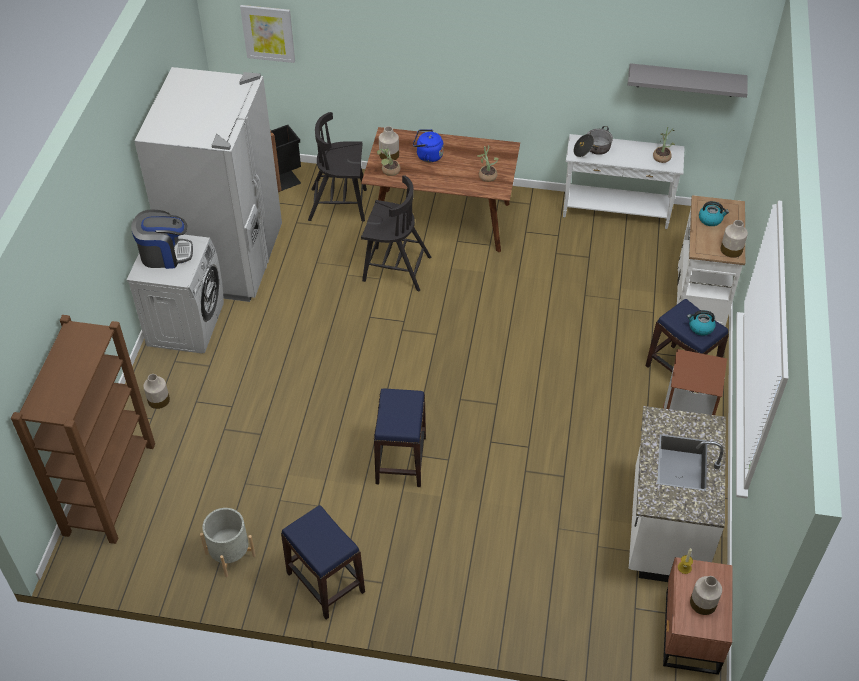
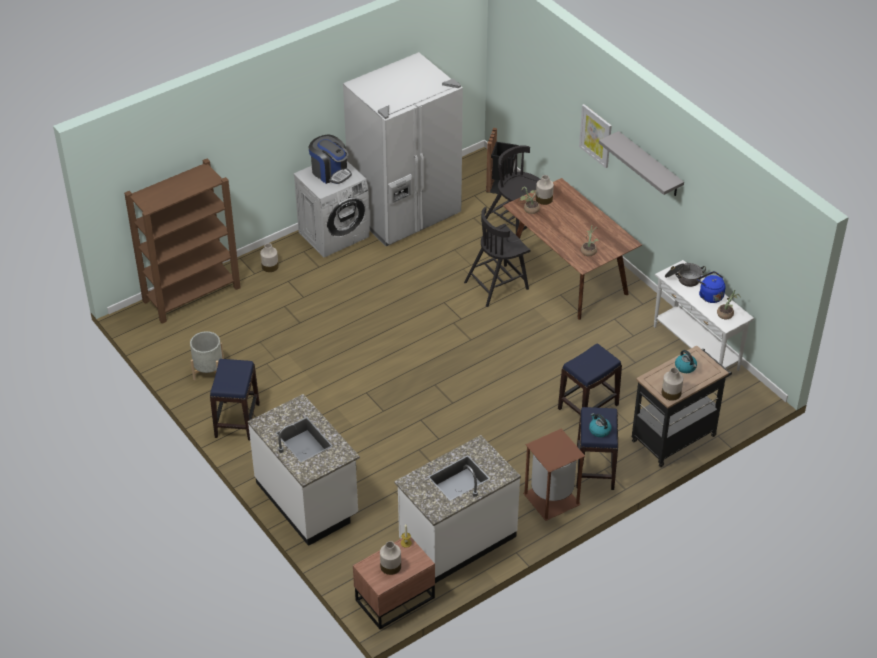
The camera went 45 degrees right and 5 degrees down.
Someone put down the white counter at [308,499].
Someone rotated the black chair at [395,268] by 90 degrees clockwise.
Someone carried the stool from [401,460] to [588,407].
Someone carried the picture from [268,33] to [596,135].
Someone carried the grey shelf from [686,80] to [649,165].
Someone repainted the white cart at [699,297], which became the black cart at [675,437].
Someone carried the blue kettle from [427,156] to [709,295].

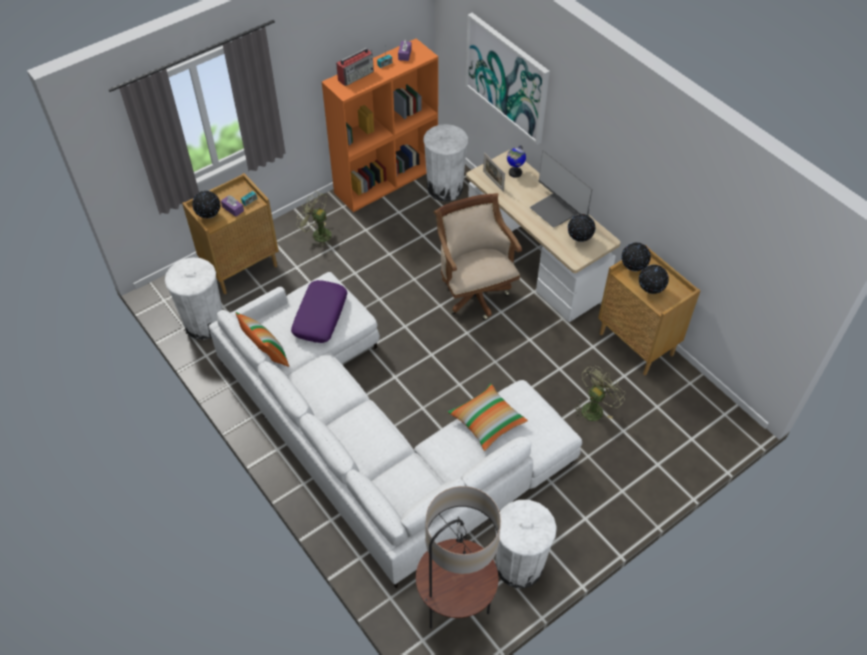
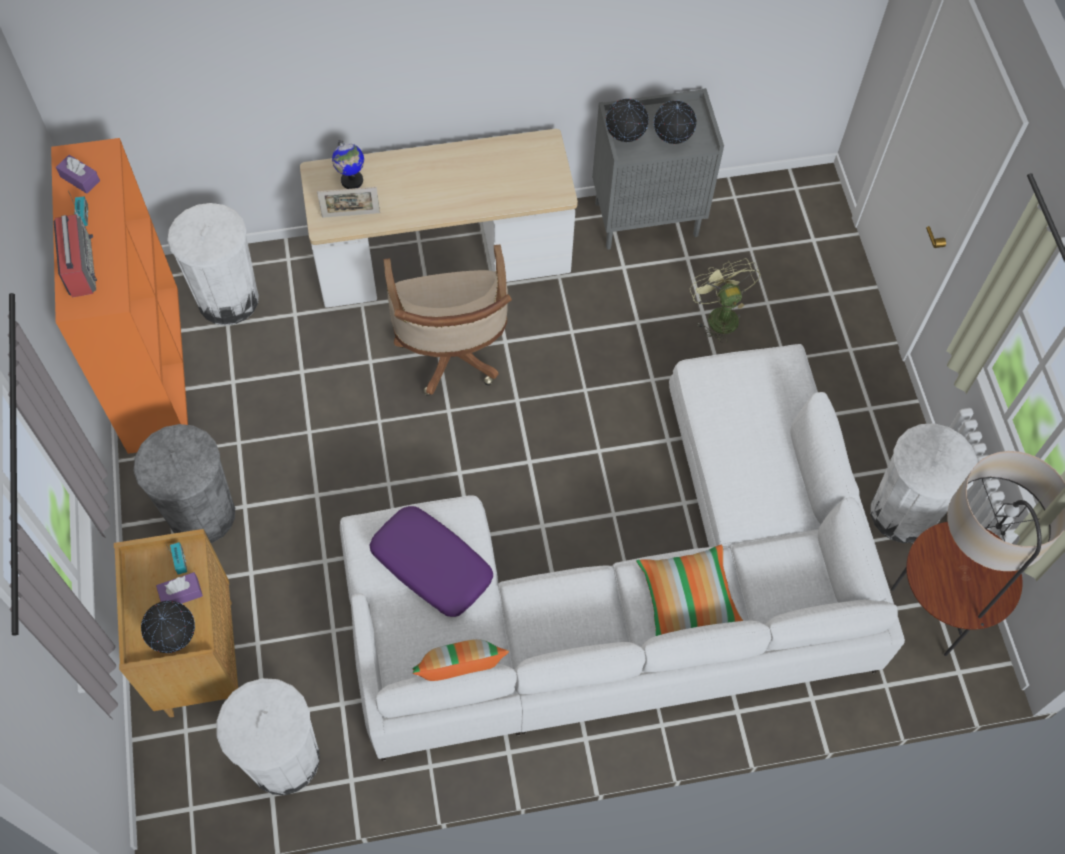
The camera went 65 degrees left and 10 degrees up.
Someone swapped the green fan at [317,234] for the grey trash can at [202,514].
Someone rotated the office chair at [473,293] by 105 degrees counterclockwise.
Someone repainted the brown cabinet at [636,344], which became the grey cabinet at [647,219].
Someone carried the pillow from [487,422] to [687,599].
Someone took away the picture at [507,77].
Someone took away the monitor at [555,210].
Someone took away the globe at [579,239].

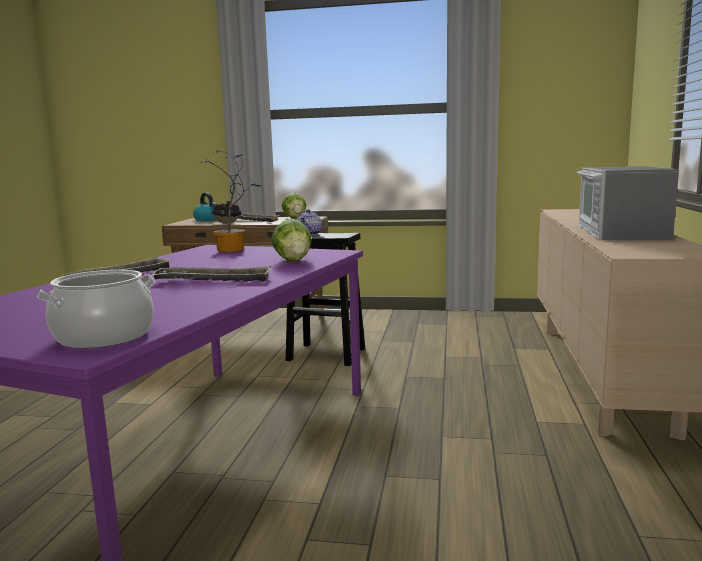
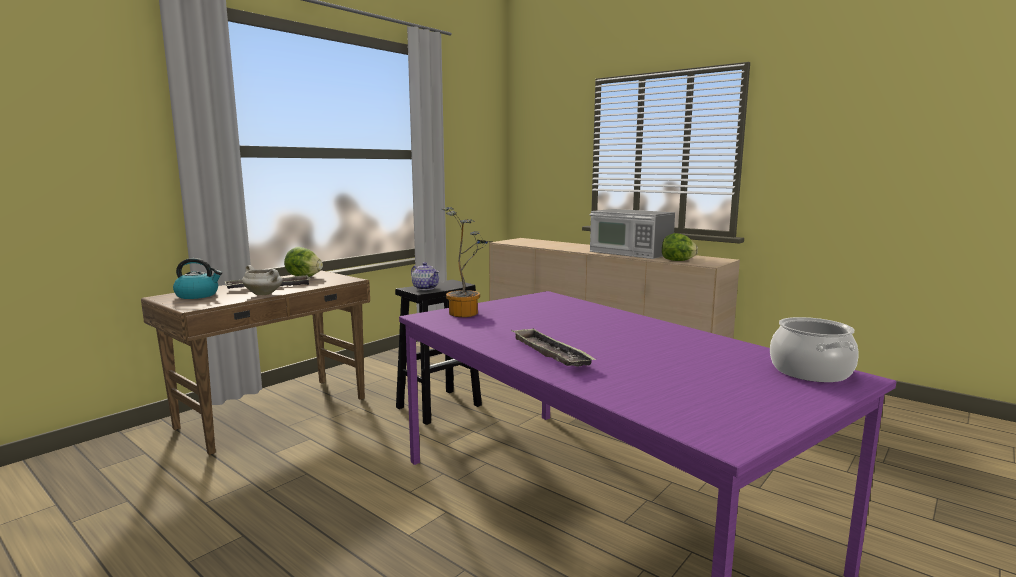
The camera went 60 degrees left and 0 degrees up.
Someone repainted the black cooking pot at [227,223], which became the white cooking pot at [264,294].
Someone carried the lettuce from [293,260] to [678,261].
Someone took away the tray at [213,280].

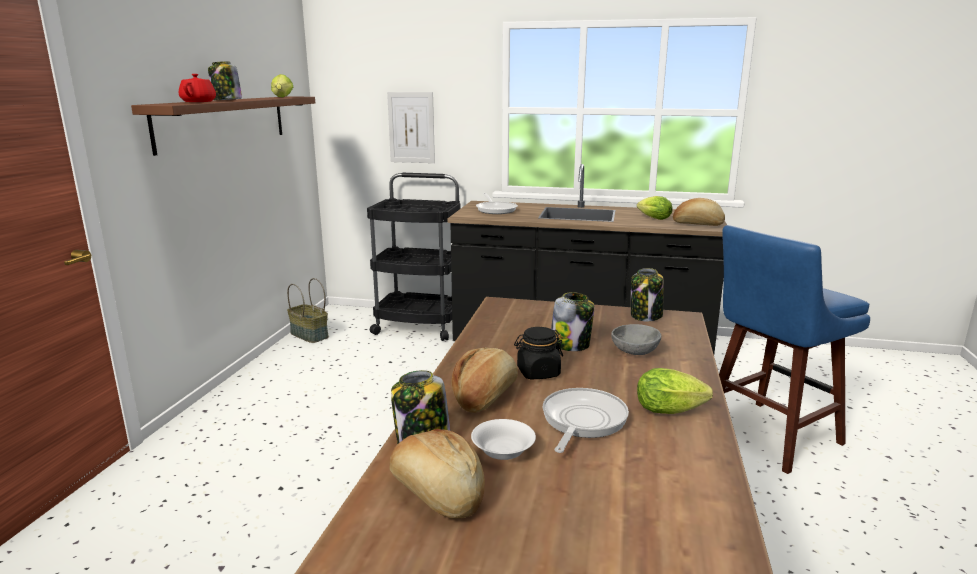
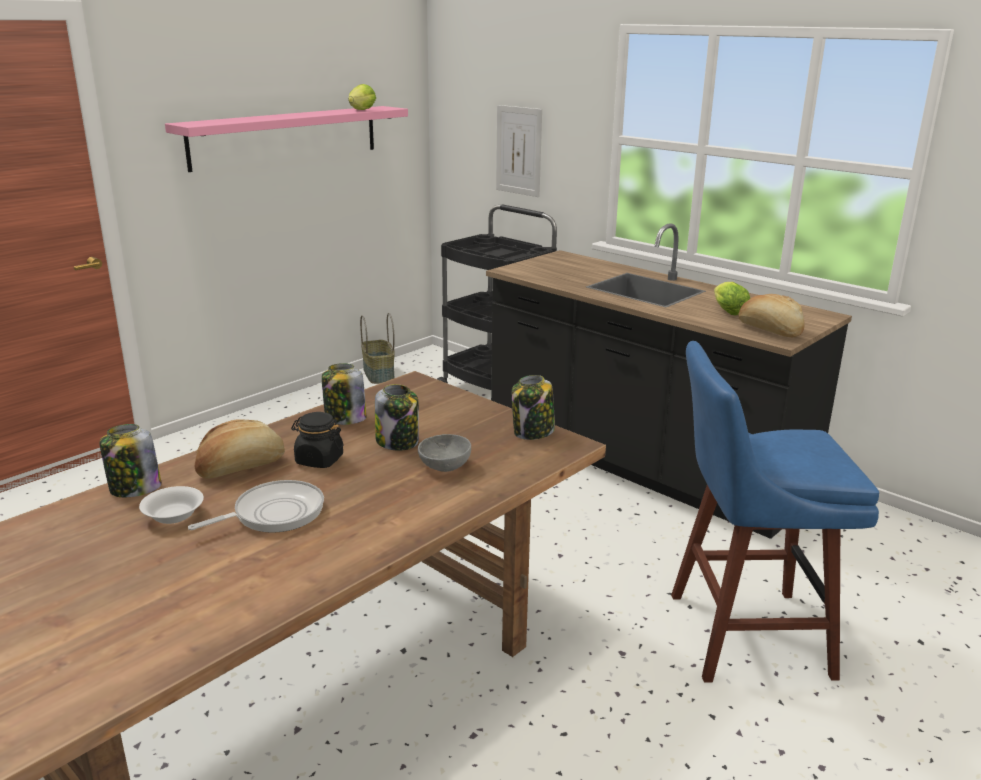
The camera went 30 degrees right and 5 degrees up.
Someone repainted the brown shelf at [224,122], which became the pink shelf at [286,137].
Someone carried the jar from [227,100] to [344,419].
Someone took away the red teapot at [199,102].
Someone took away the bread at [436,493].
Someone took away the frying pan at [495,209].
Someone took away the lettuce at [673,411].

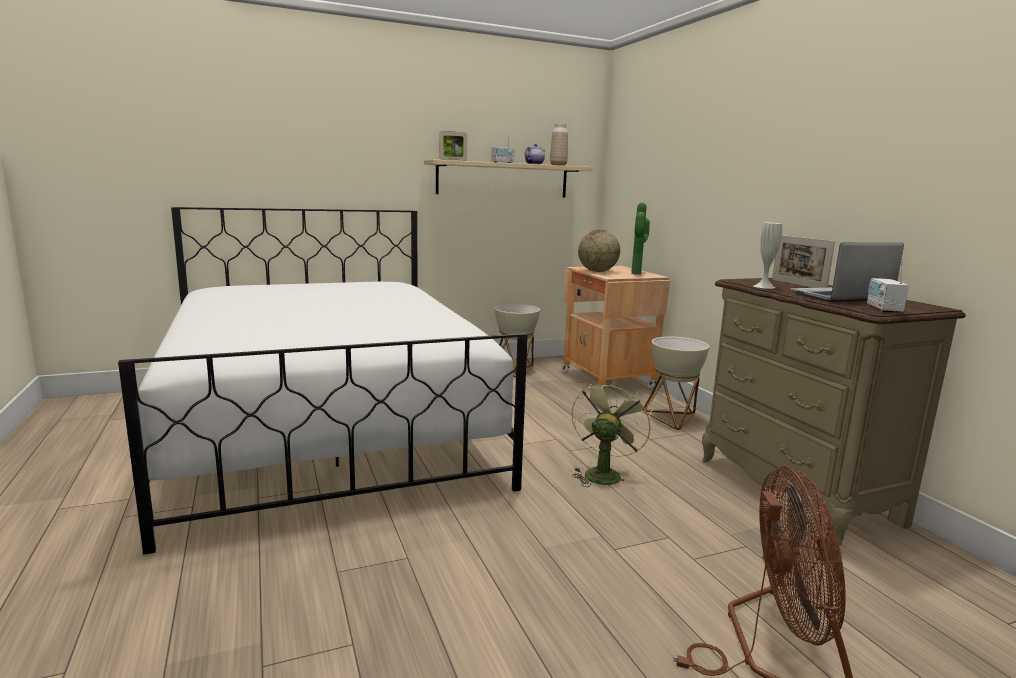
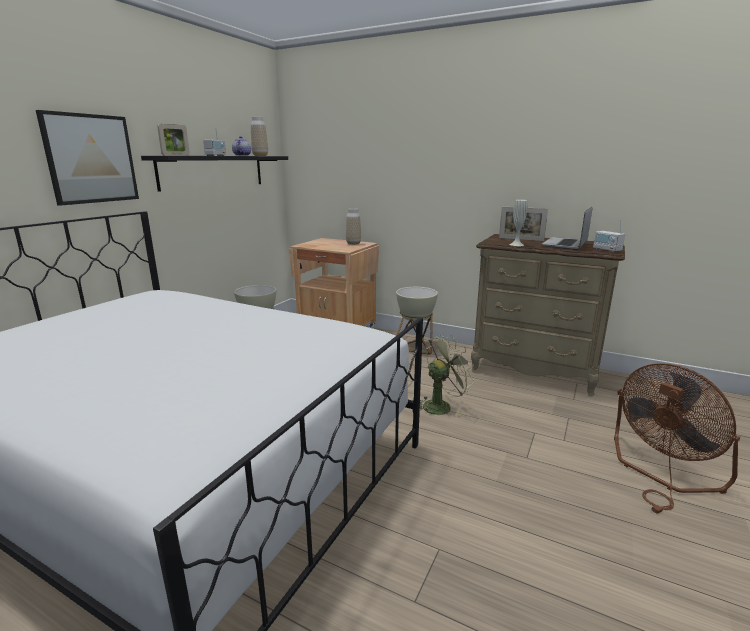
The camera went 40 degrees left and 5 degrees up.
Someone put up the picture at [91,159].
Someone repainted the beige shelf at [503,180], which became the black shelf at [213,171].
Someone swapped the potted plant at [638,274] for the vase at [353,243].
Someone rotated the green fan at [603,473] by 75 degrees clockwise.
Someone took away the globe at [597,271].

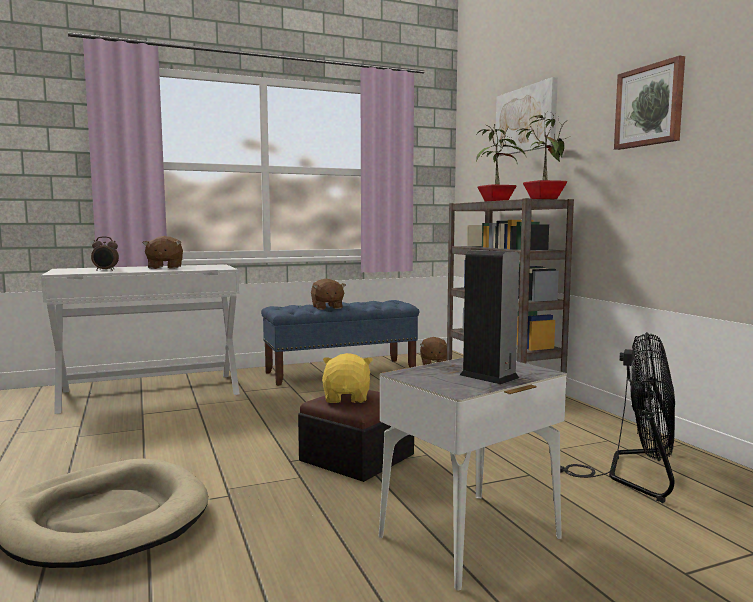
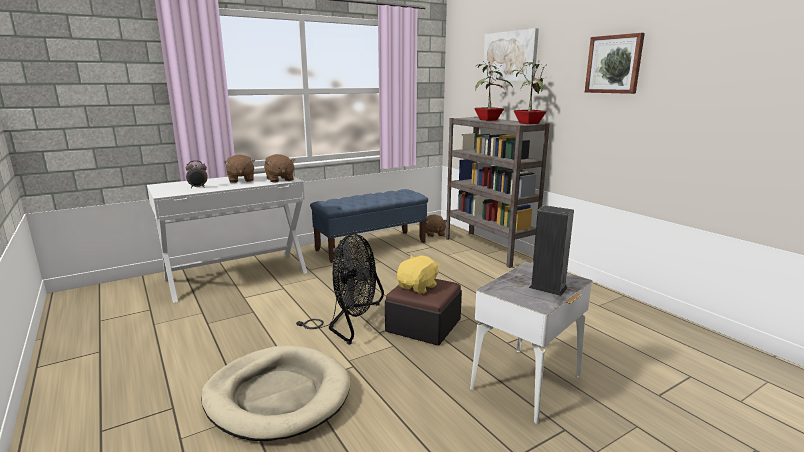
The camera went 10 degrees left and 10 degrees up.
Someone carried the brown plush toy from [327,307] to [279,179].
Someone carried the black fan from [633,472] to [348,322].
Someone rotated the yellow plush toy at [347,398] by 45 degrees clockwise.

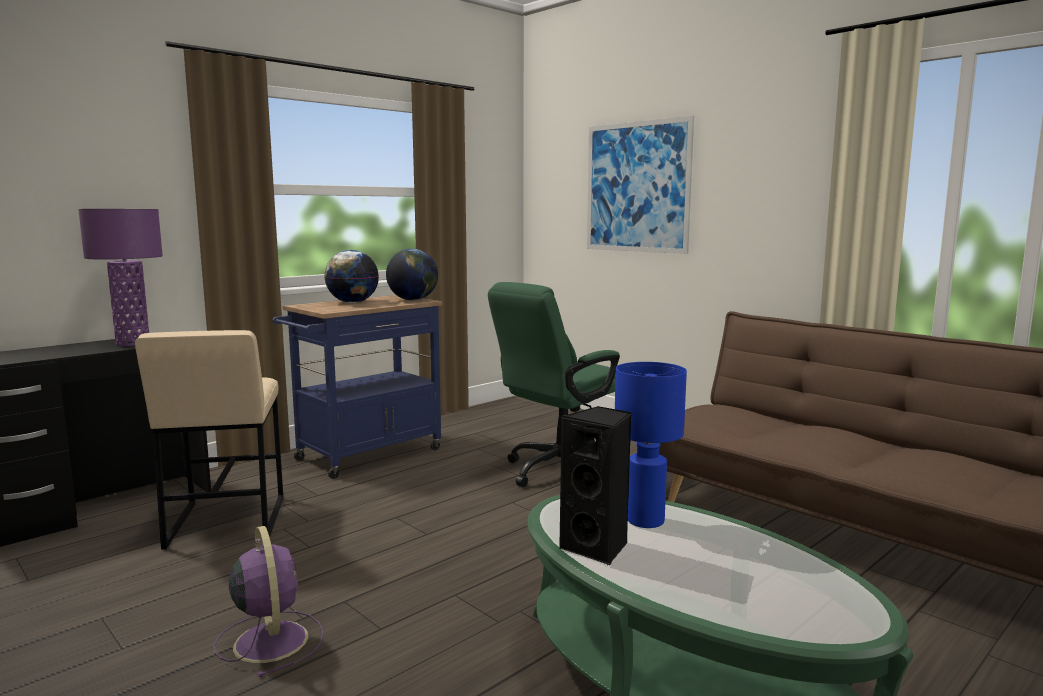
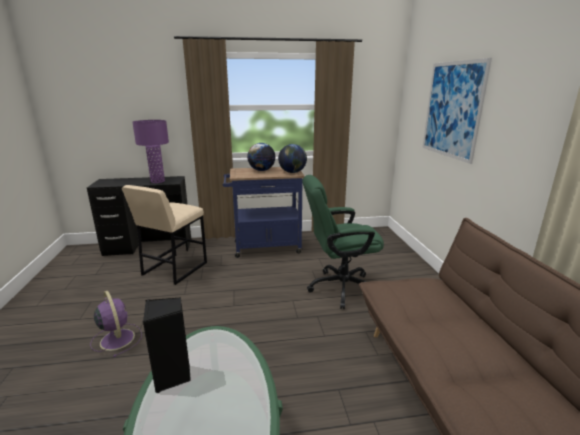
The camera went 35 degrees right and 10 degrees up.
Someone rotated the purple fan at [270,640] by 45 degrees counterclockwise.
Someone took away the blue table lamp at [645,520].

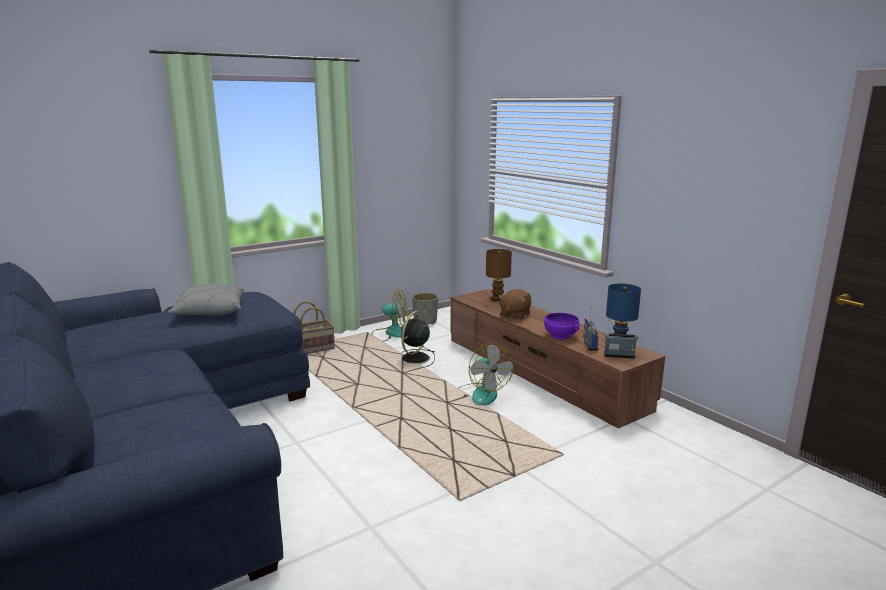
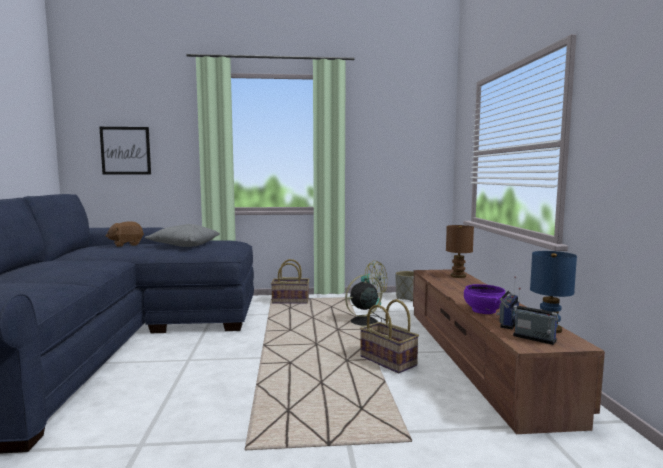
The camera went 30 degrees right and 10 degrees down.
Someone put up the picture at [125,150].
Someone carried the brown plush toy from [514,315] to [126,245].
Someone swapped the fan at [480,394] for the basket at [389,361].

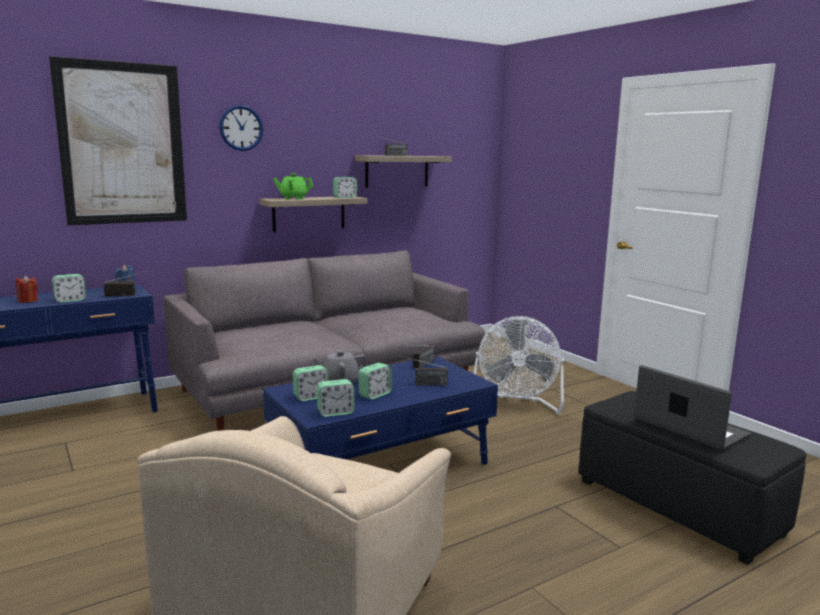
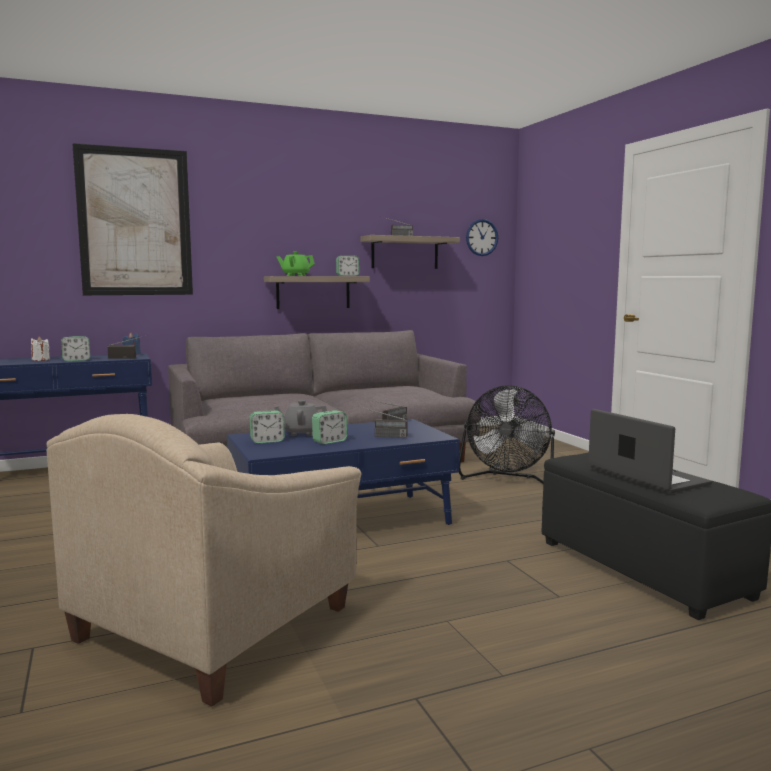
The camera went 10 degrees right and 5 degrees down.
Someone repainted the red candle at [28,300], which became the white candle at [40,360].
Someone repainted the white fan at [513,403], which became the black fan at [505,479].
Someone carried the wall clock from [241,128] to [481,237].
Someone took away the alarm clock at [335,412].

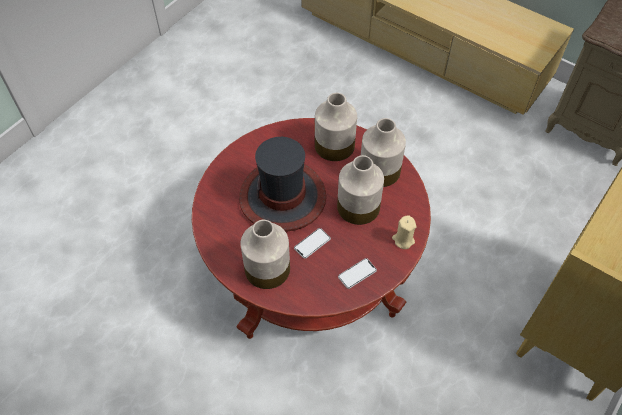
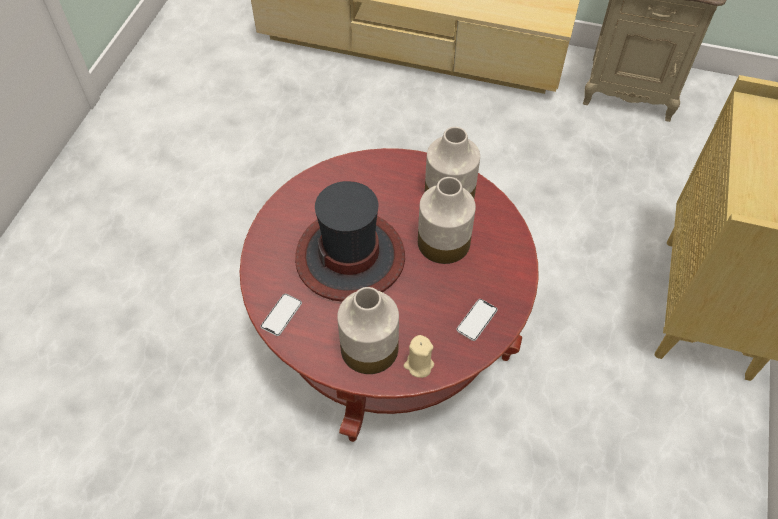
The camera went 20 degrees left and 0 degrees up.
Someone carried the phone from [312,243] to [281,315].
Someone carried the beige candle from [403,240] to [418,365].
Someone took away the beige vase at [334,145].

